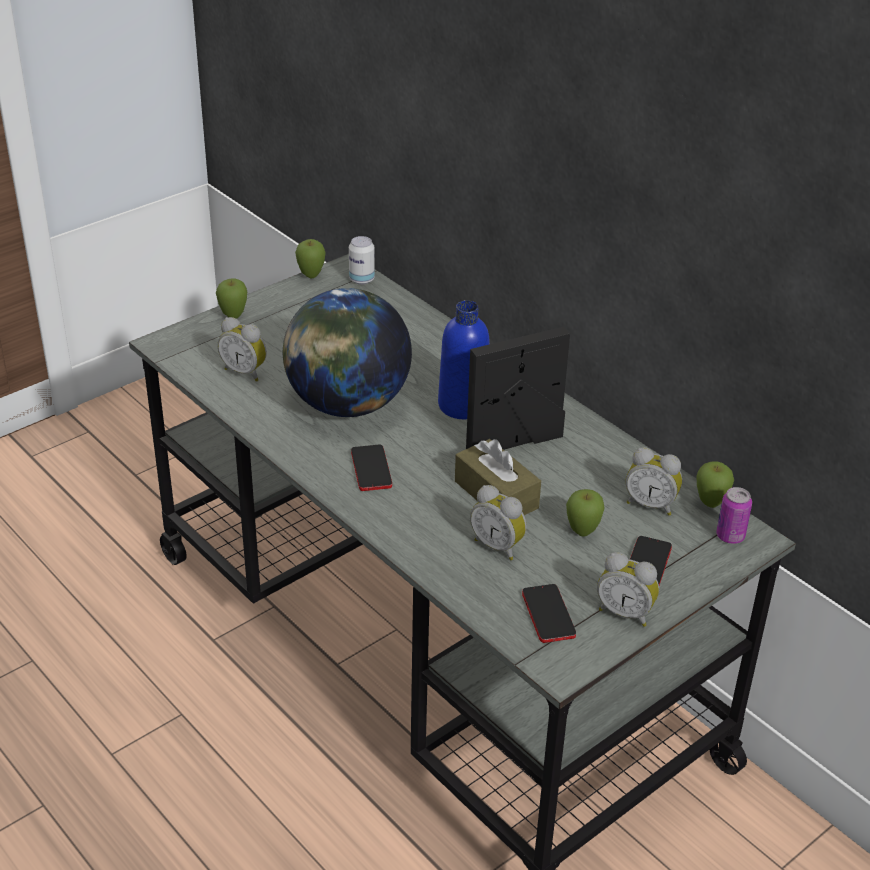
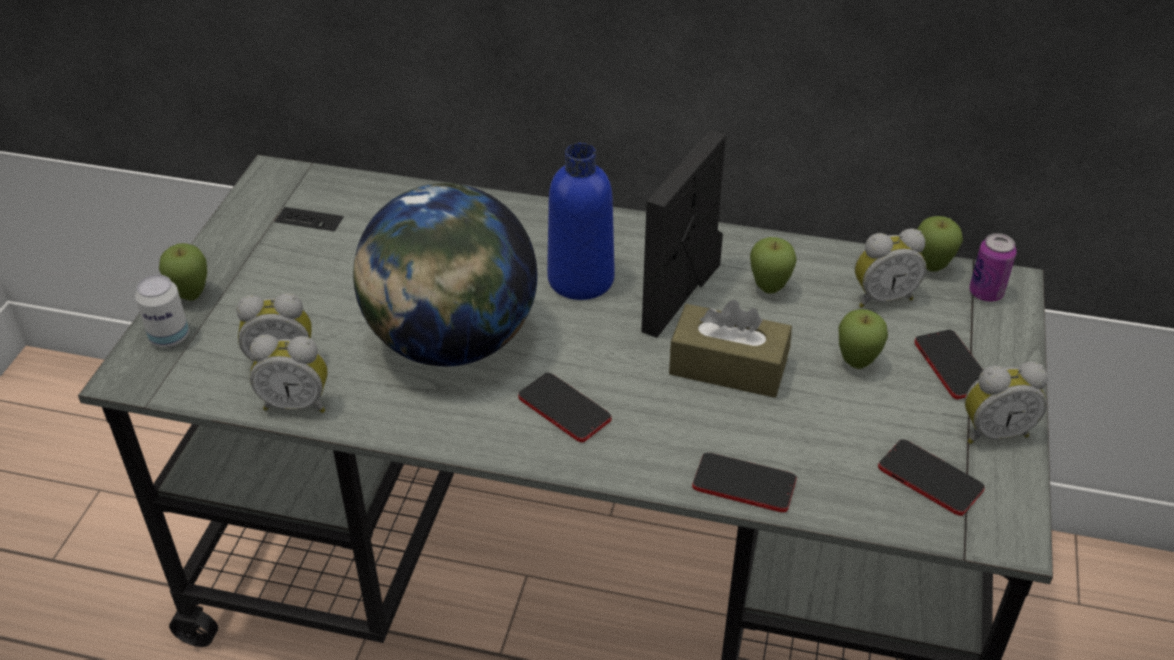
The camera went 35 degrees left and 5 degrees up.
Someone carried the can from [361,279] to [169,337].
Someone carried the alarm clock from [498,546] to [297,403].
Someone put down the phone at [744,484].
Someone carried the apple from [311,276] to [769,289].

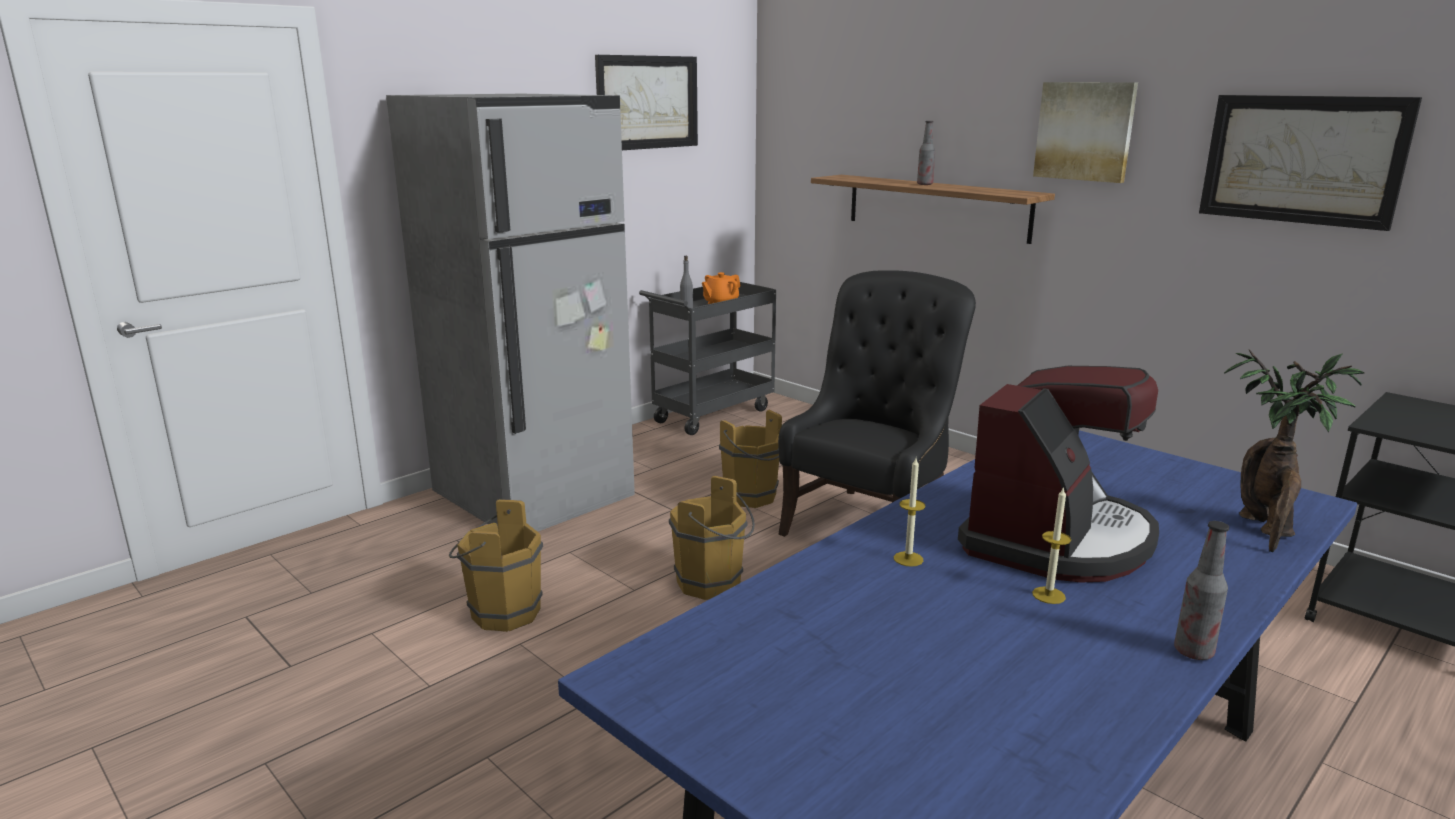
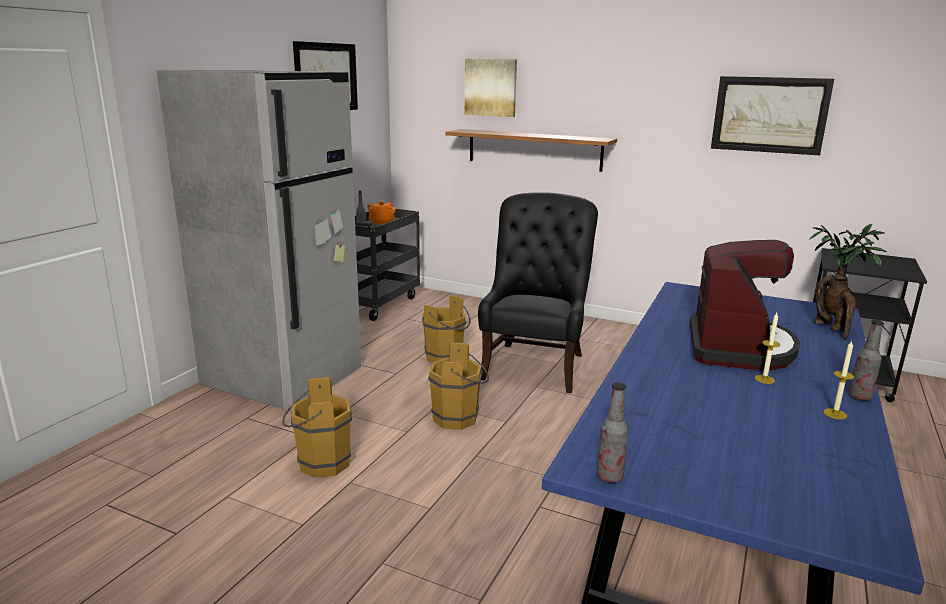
The camera went 20 degrees left and 0 degrees up.
Someone carried the picture from [1085,131] to [491,87].
Someone carried the bottle from [924,184] to [609,477].
Someone carried the candle from [908,559] to [835,414].

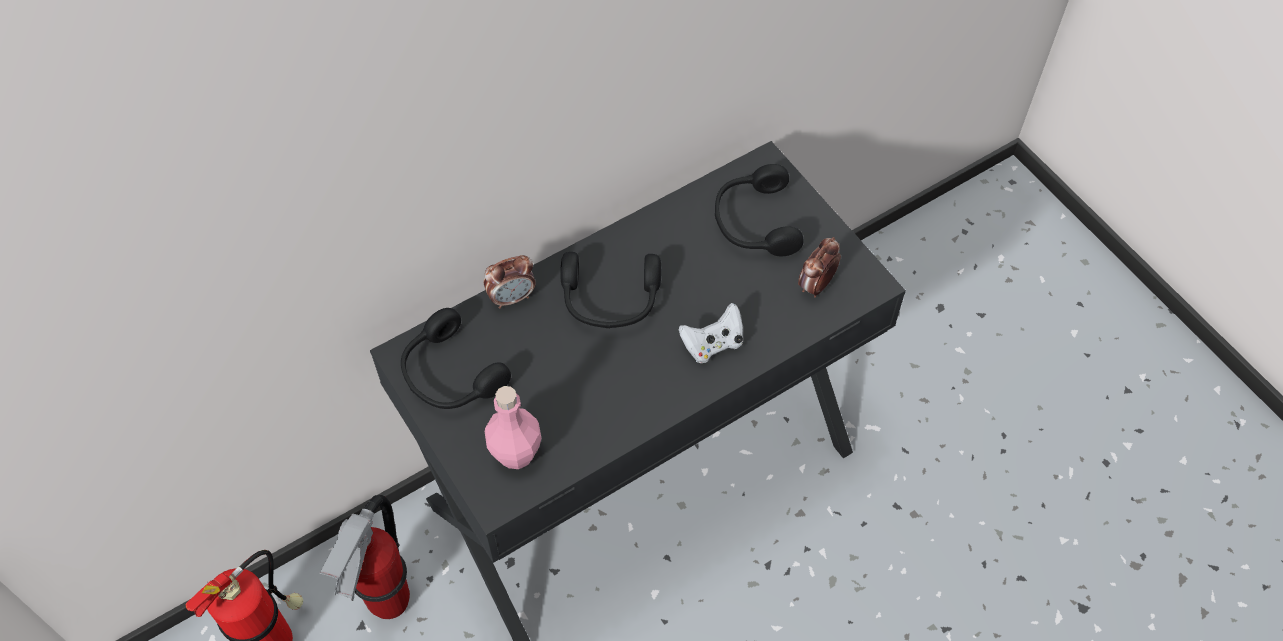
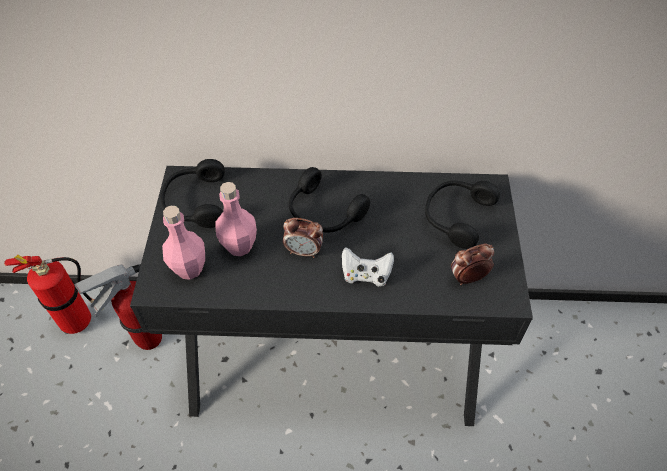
The camera went 35 degrees right and 5 degrees down.
Someone put down the pink bottle at [239,246].
Someone carried the alarm clock from [512,297] to [304,251].

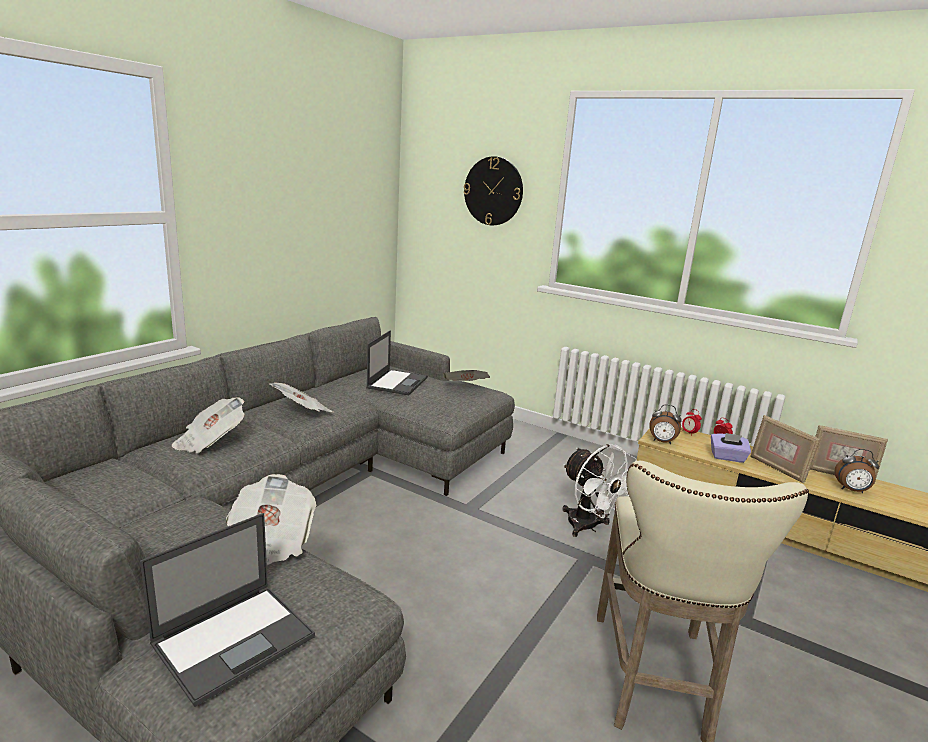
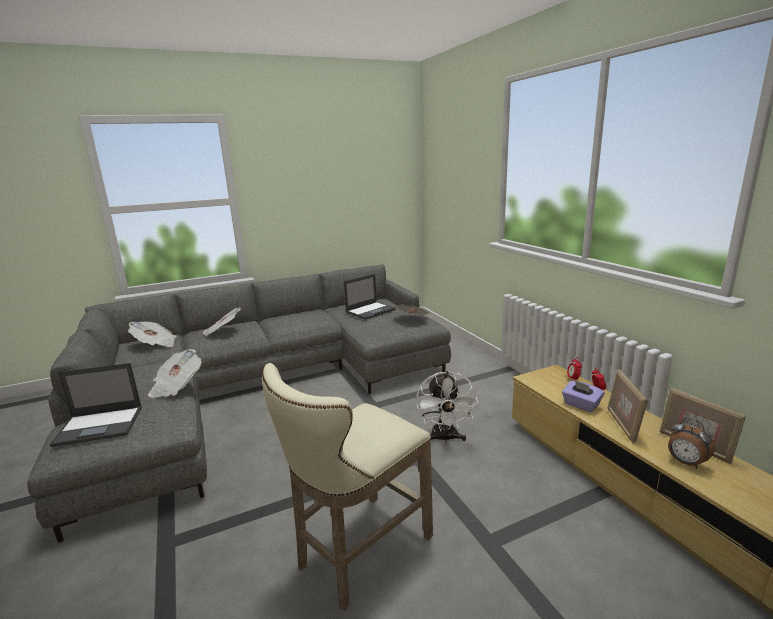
The camera went 35 degrees right and 0 degrees up.
Someone carried the newspaper from [302,412] to [155,344].
Someone took away the wall clock at [493,191].
Someone took away the alarm clock at [662,442].

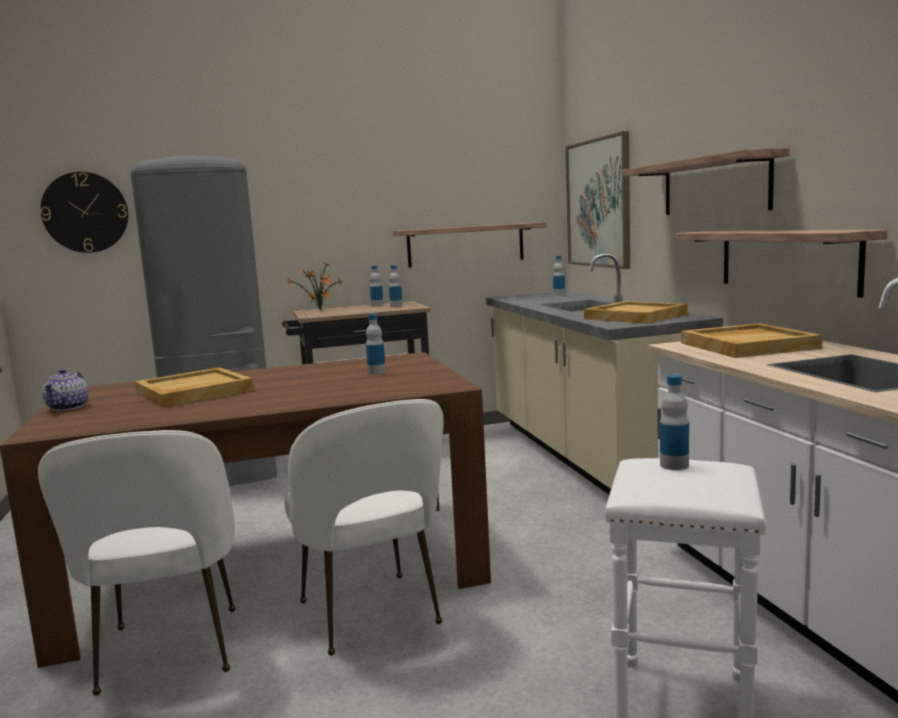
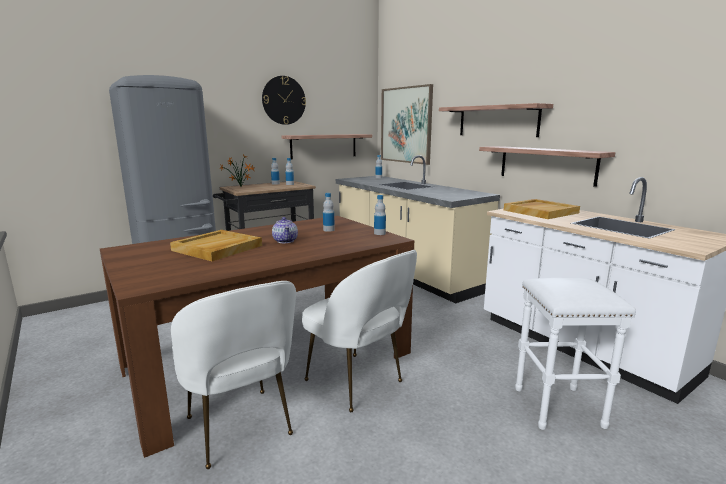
The camera went 20 degrees left and 5 degrees up.
Someone carried the wall clock from [85,212] to [284,100].
Someone carried the teapot from [68,407] to [285,241].
Someone carried the bottle from [674,465] to [379,233].
Someone took away the beige tray at [634,316].

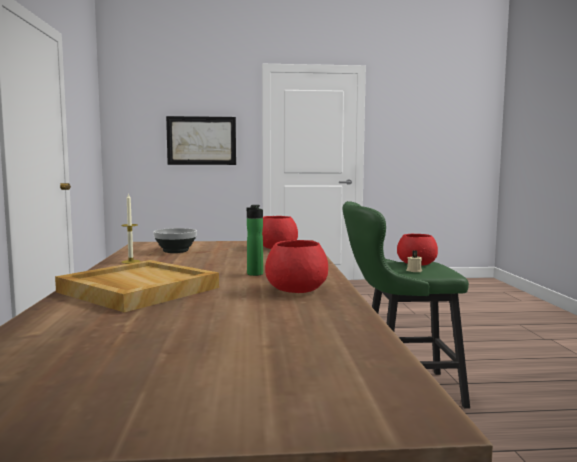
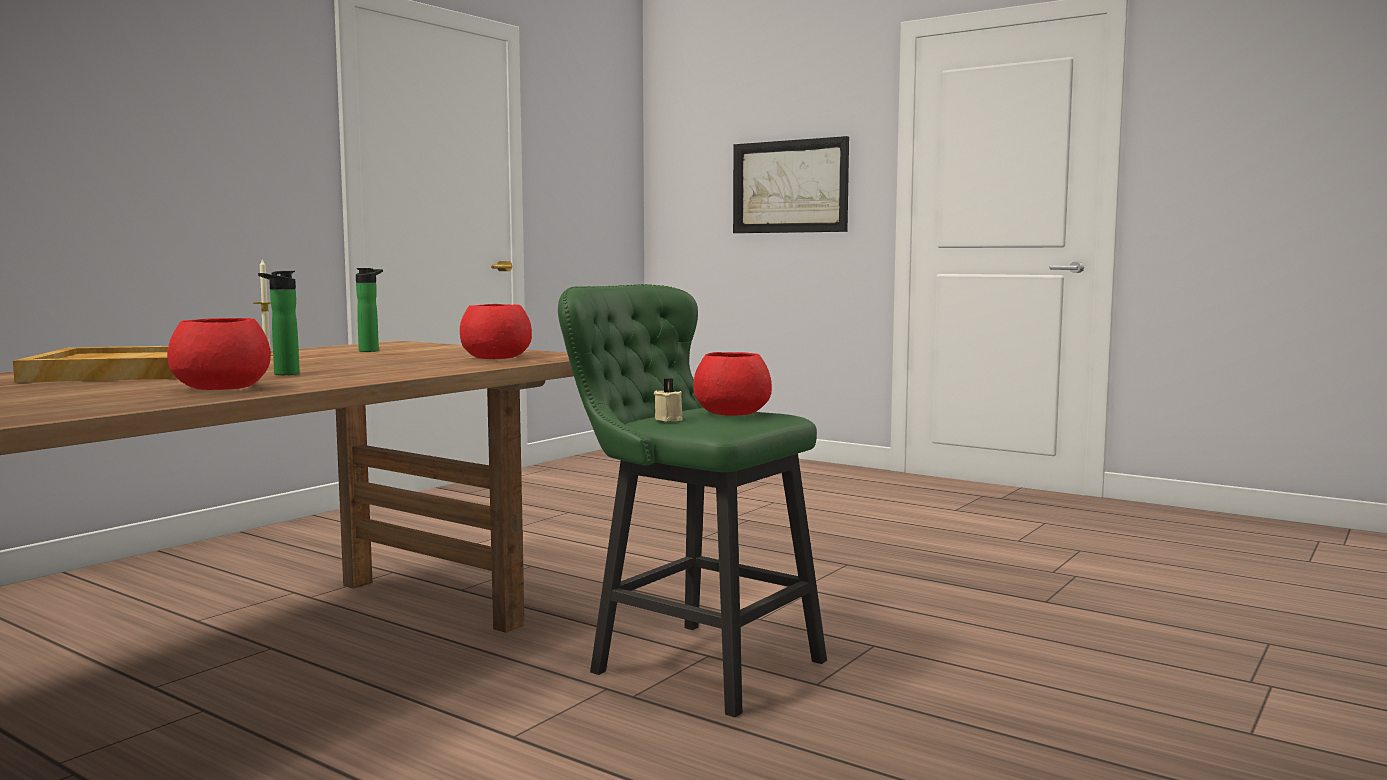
The camera went 40 degrees right and 0 degrees up.
Someone swapped the bowl at [176,251] for the bottle at [371,351].

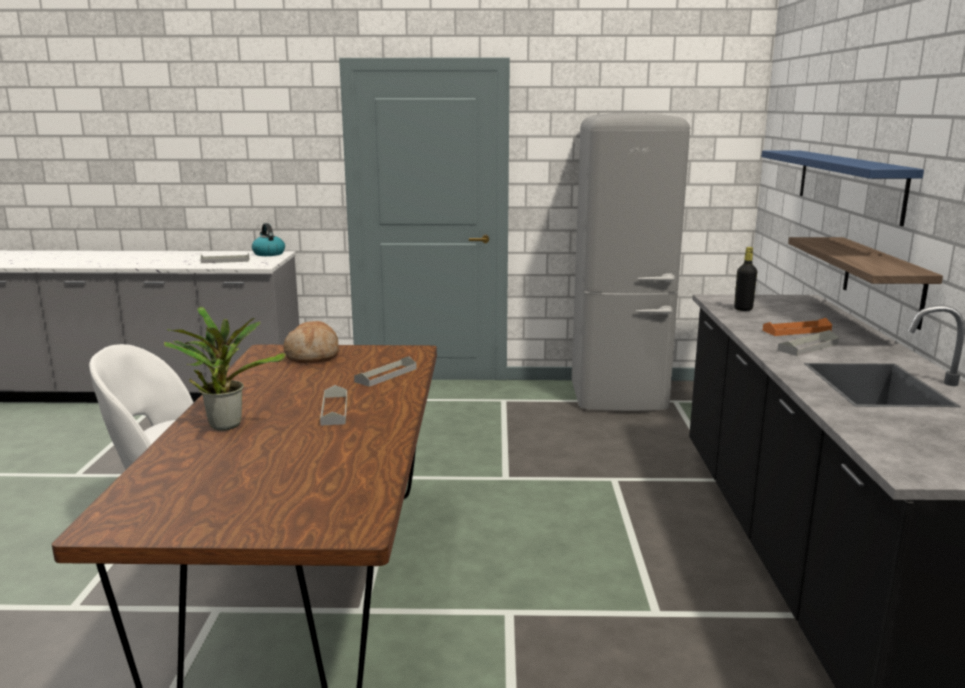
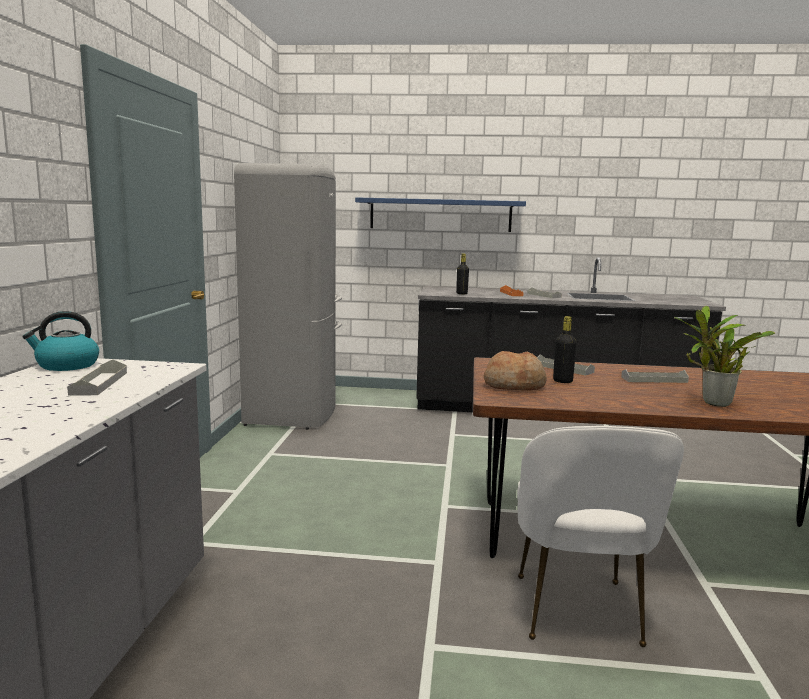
The camera went 85 degrees left and 5 degrees down.
Someone put down the black bottle at [562,381].
Someone took away the shelf at [883,280].

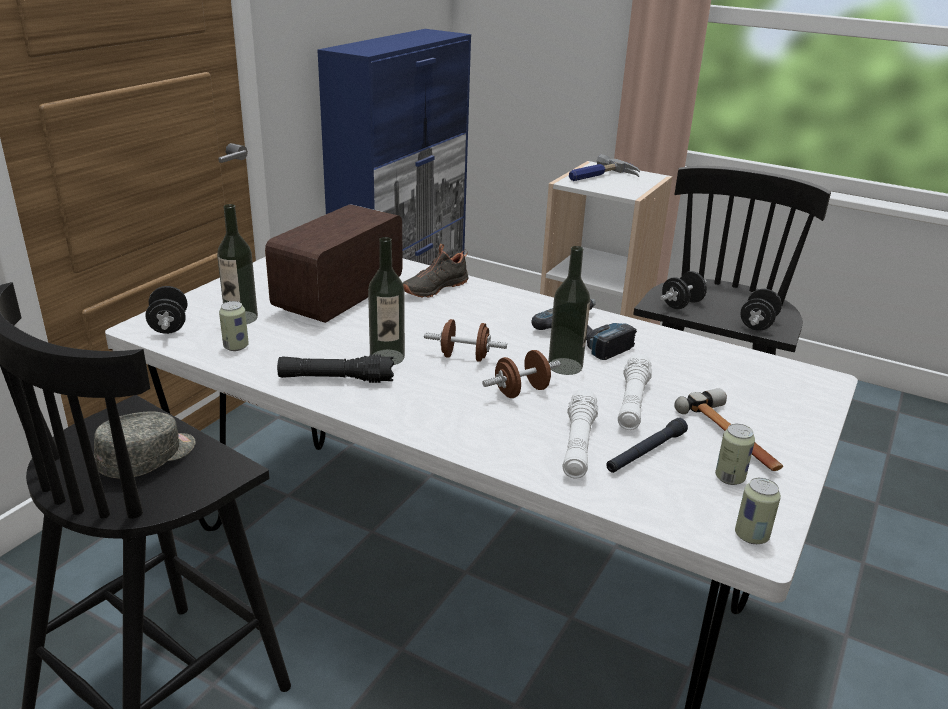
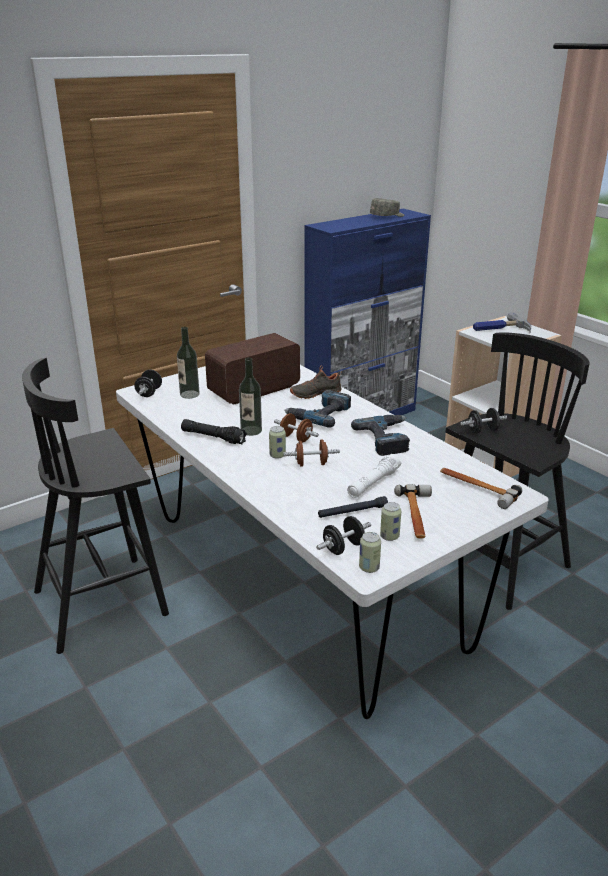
The camera went 25 degrees right and 0 degrees up.
Someone carried the can from [236,347] to [277,455].
Someone put down the power drill at [320,414].
Someone carried the black dumbbell from [757,324] to [343,547].
Someone carried the grey cap from [149,458] to [387,216].
Someone put down the hammer at [476,488].
Someone took away the bottle at [565,366].
Someone took away the white flashlight at [578,444].

